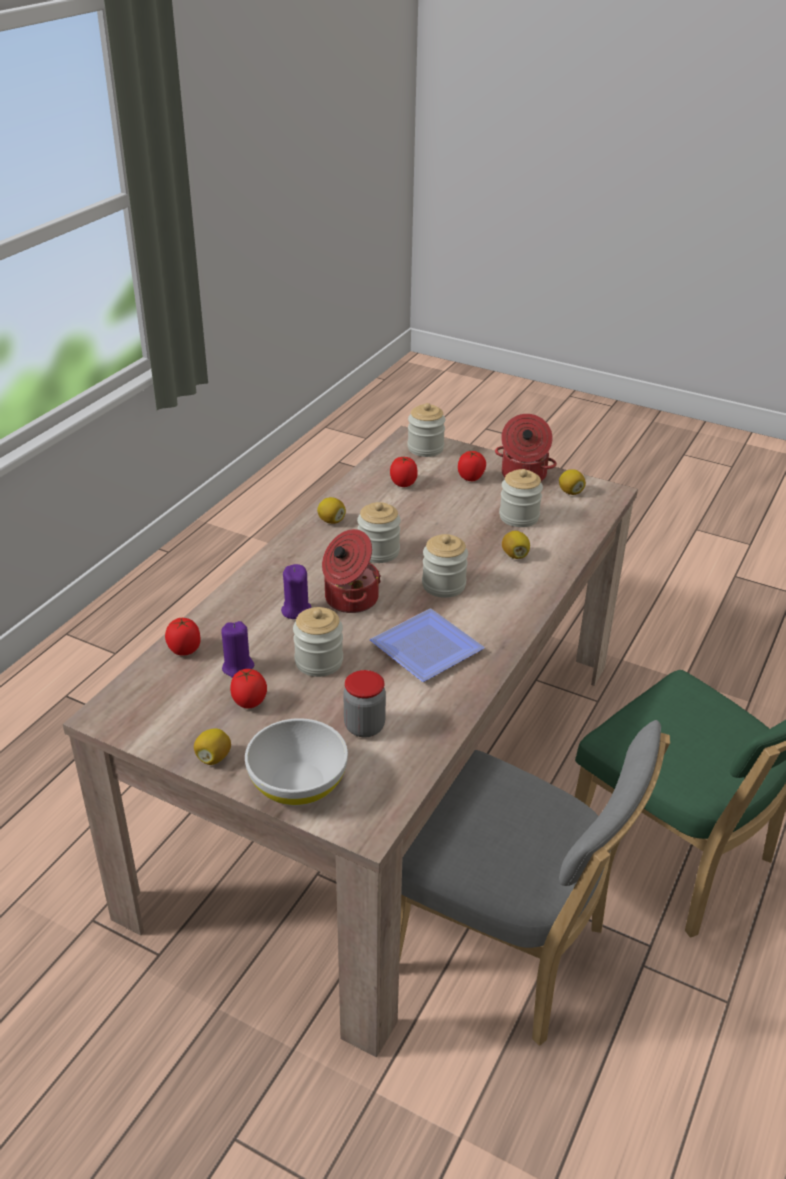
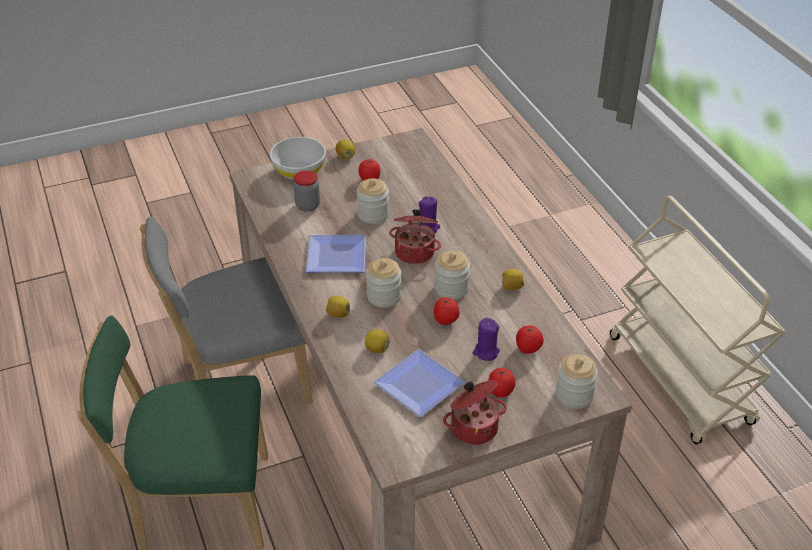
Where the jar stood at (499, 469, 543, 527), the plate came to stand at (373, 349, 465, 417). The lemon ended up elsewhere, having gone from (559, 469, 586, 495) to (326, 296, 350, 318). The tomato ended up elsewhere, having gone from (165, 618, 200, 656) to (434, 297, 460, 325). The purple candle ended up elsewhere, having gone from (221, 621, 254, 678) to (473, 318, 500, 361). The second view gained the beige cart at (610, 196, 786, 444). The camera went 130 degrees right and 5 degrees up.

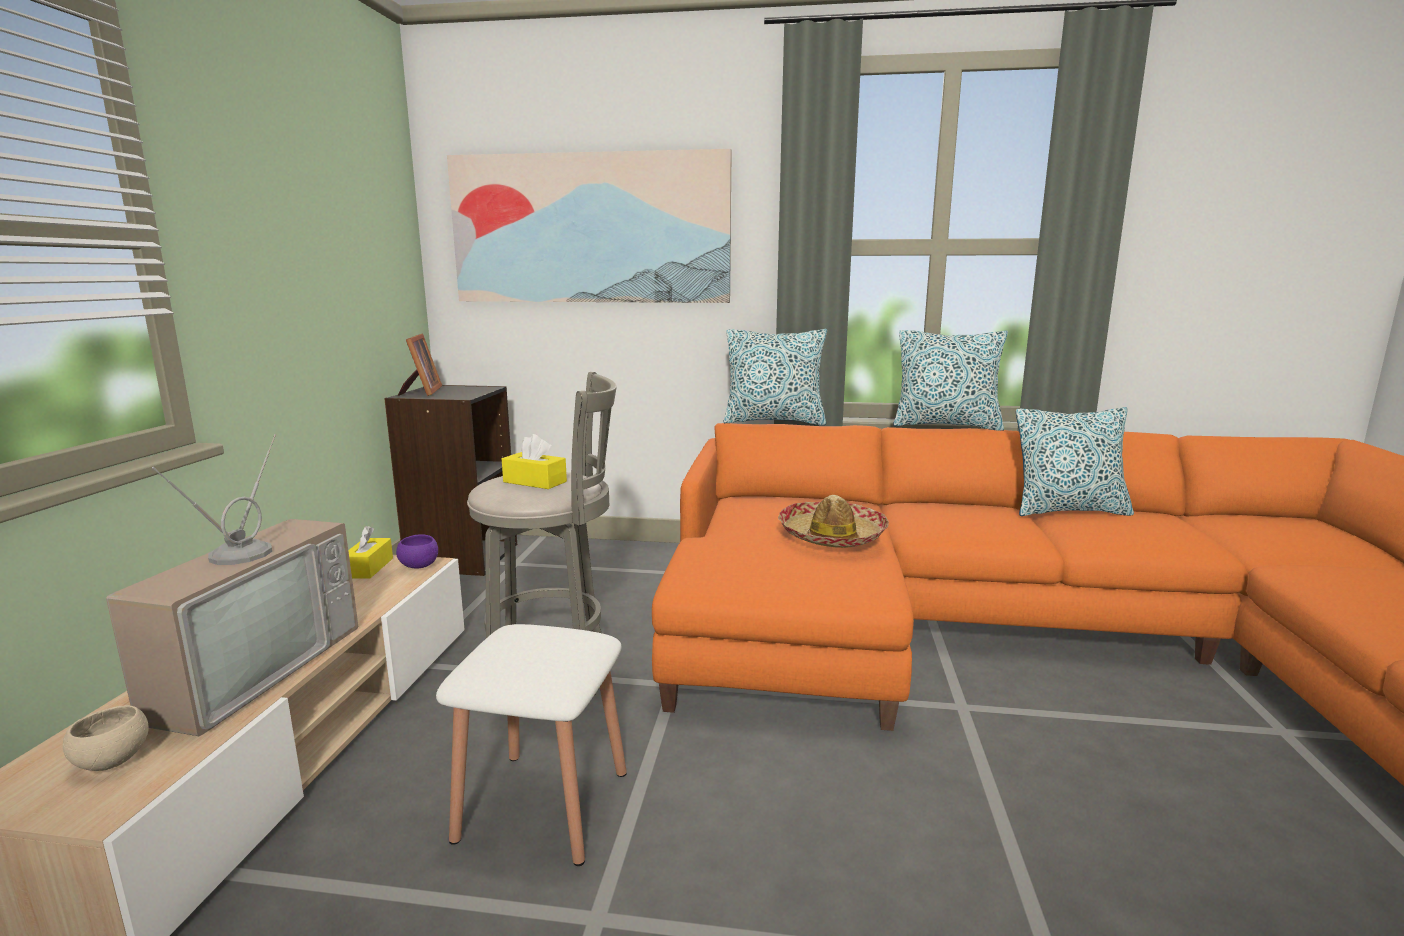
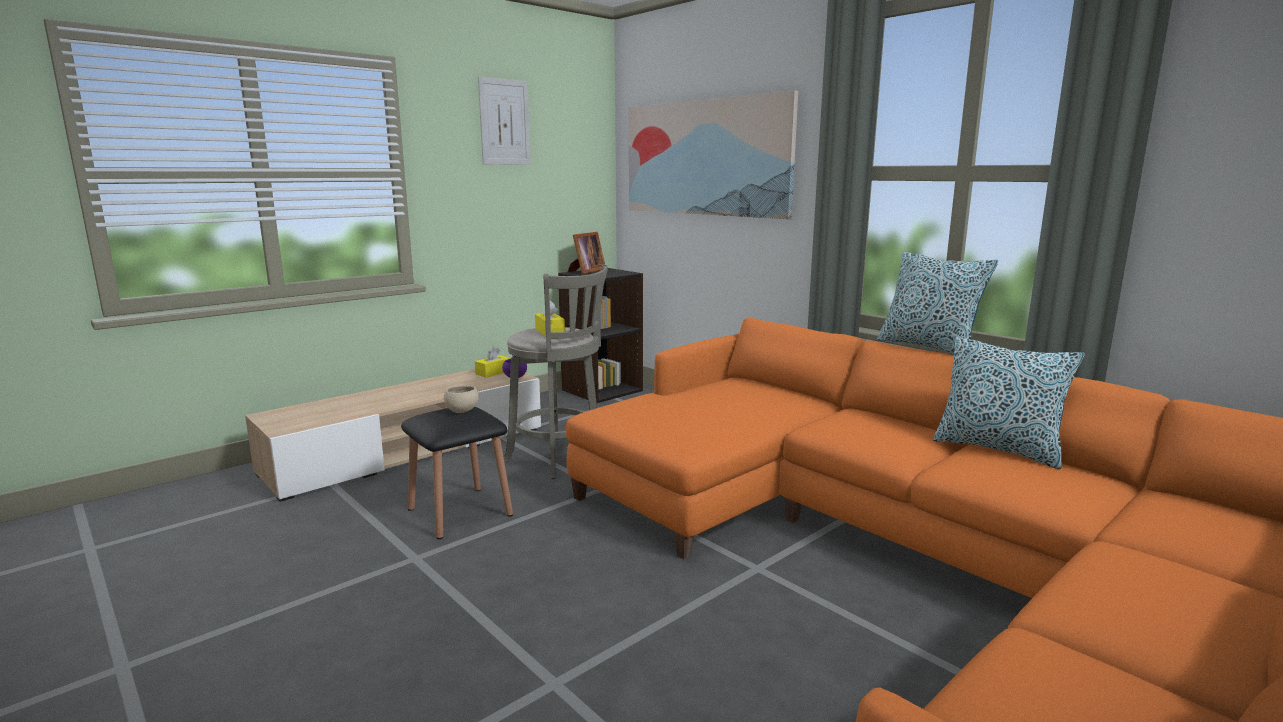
The second view lost the pillow at (724, 329, 827, 425). The second view lost the television at (106, 434, 358, 736). The second view lost the hat at (778, 495, 889, 548). What was the white stool at (436, 624, 627, 866) turned into the black stool at (401, 407, 513, 539). The beige bowl ended up elsewhere, having gone from (63, 705, 149, 771) to (444, 386, 479, 413). The second view gained the picture at (478, 76, 531, 165). The camera went 40 degrees right and 0 degrees up.

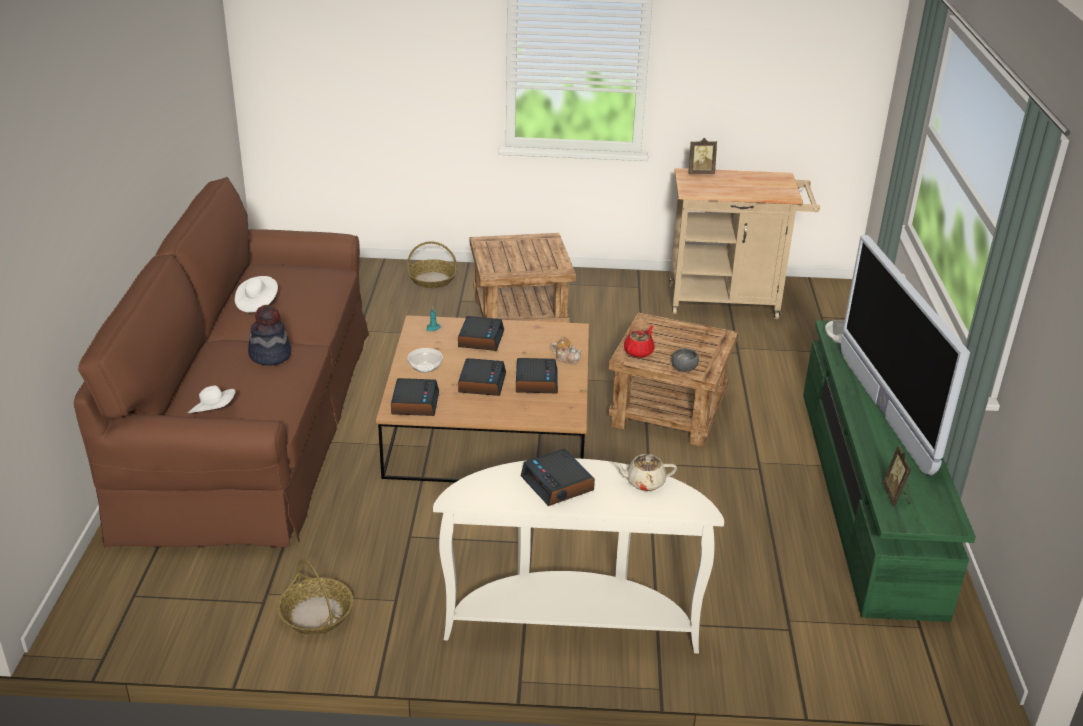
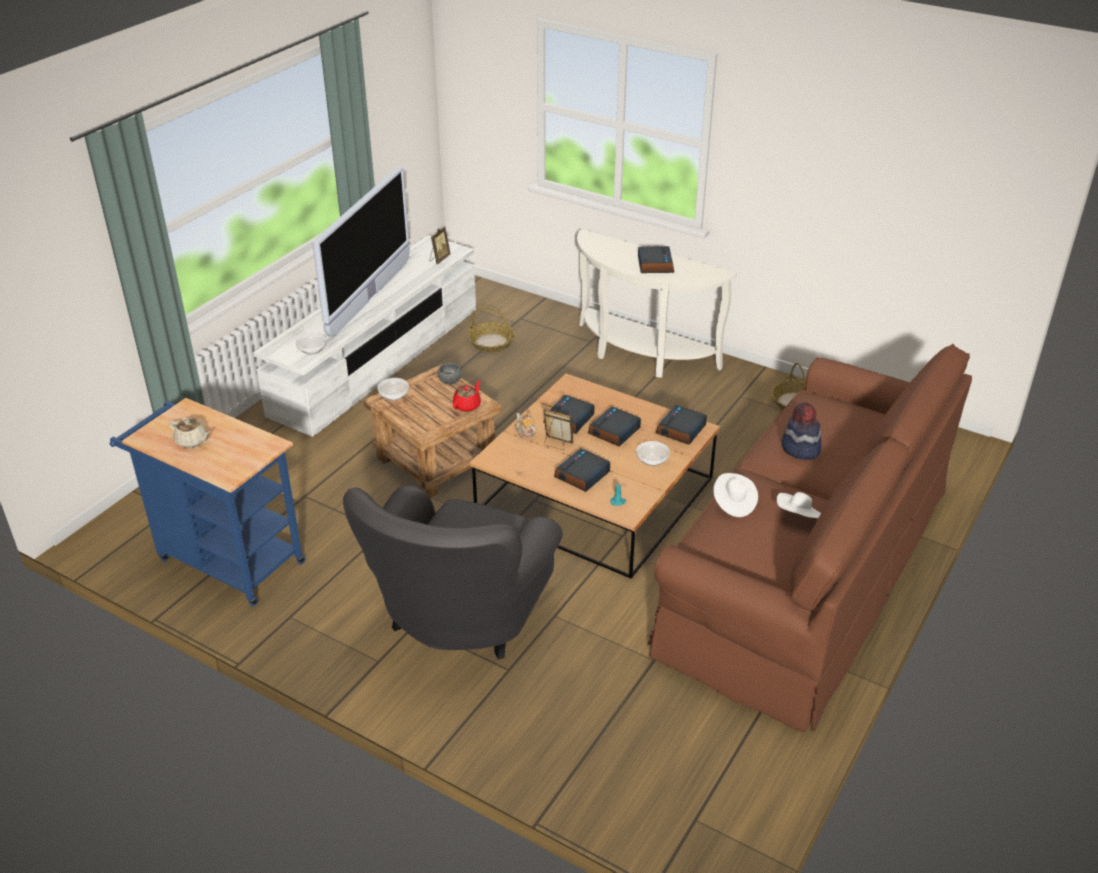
The picture frame ended up elsewhere, having gone from (689, 138, 717, 174) to (544, 409, 573, 450). What was the beige cart at (669, 168, 820, 319) turned into the blue cart at (110, 398, 305, 607). Where the brown side table stood at (470, 233, 576, 323), the grey armchair came to stand at (343, 486, 563, 660). The basket ended up elsewhere, having gone from (407, 241, 457, 288) to (468, 307, 515, 352). What was the green tv stand at (803, 320, 976, 622) turned into the white tv stand at (253, 235, 476, 437). The red teapot at (624, 325, 655, 358) ended up facing another way, 150 degrees clockwise from before. The white hat ended up elsewhere, having gone from (188, 386, 236, 413) to (713, 473, 758, 517). The beige teapot ended up elsewhere, having gone from (613, 454, 677, 491) to (169, 418, 210, 448). The second view gained the bowl at (377, 378, 409, 401). The camera went 150 degrees left and 5 degrees up.

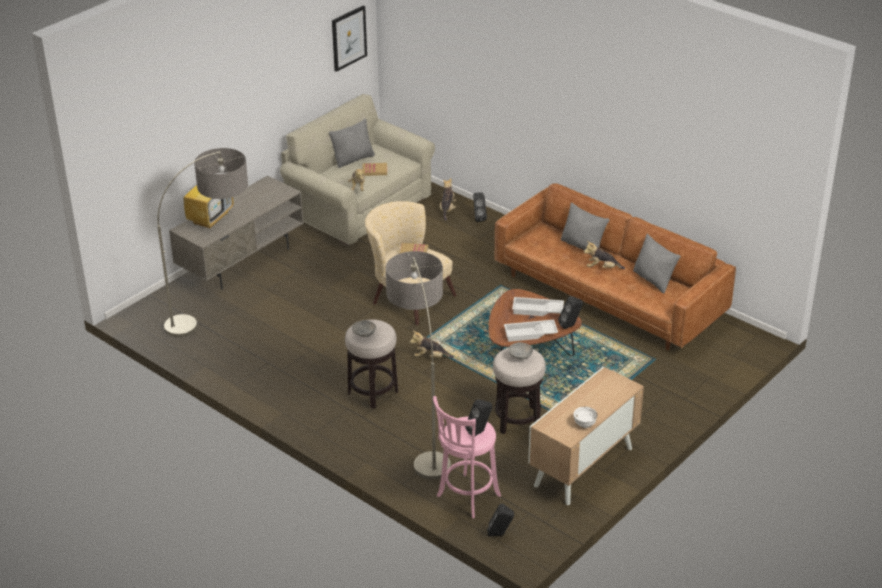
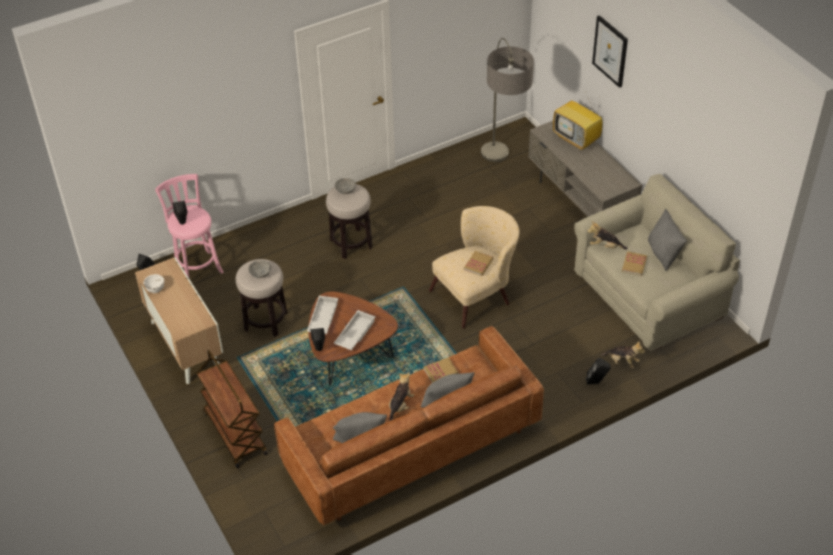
The picture ended up elsewhere, having gone from (332, 5, 367, 72) to (592, 15, 628, 88). The second view lost the floor lamp at (386, 251, 451, 480). The second view lost the plush toy at (410, 331, 454, 358). The second view gained the brown cart at (196, 350, 267, 468). The second view gained the book at (423, 357, 458, 383). The camera went 110 degrees right and 10 degrees up.

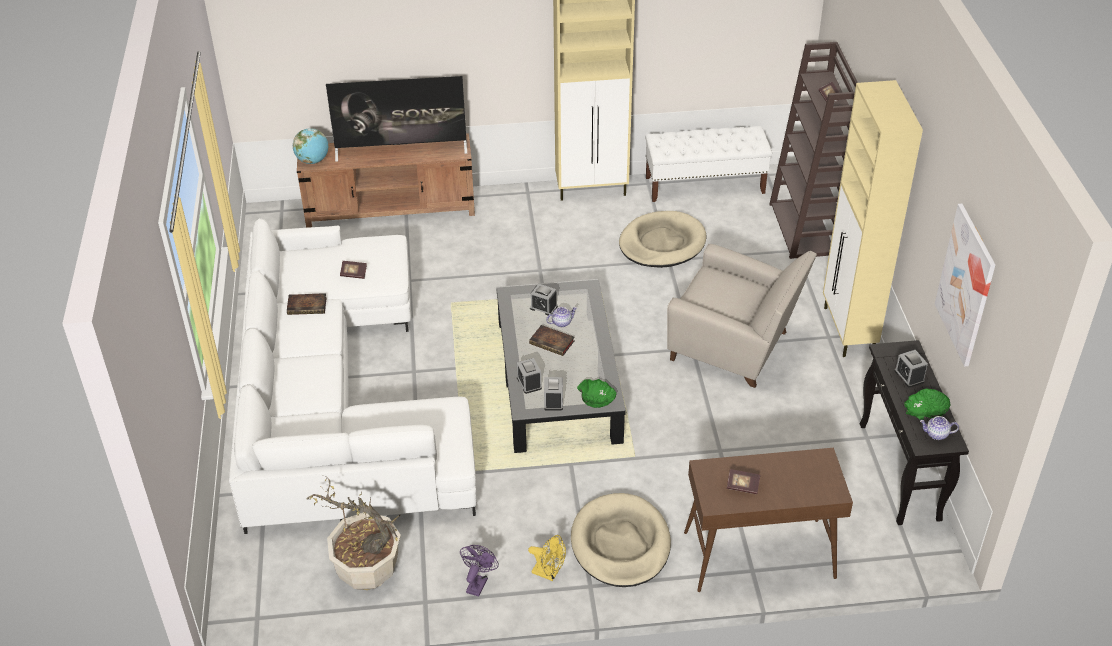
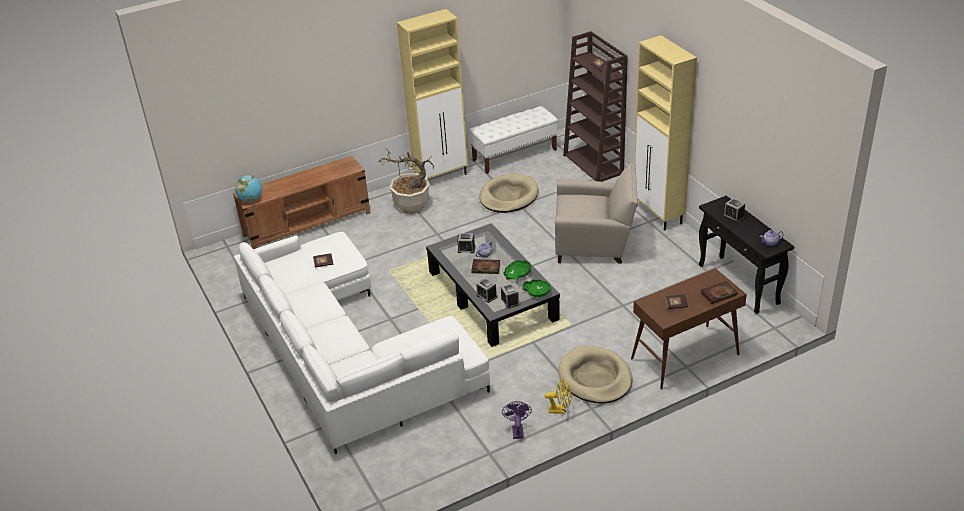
The second view lost the television at (326, 76, 467, 162). The second view lost the picture at (935, 204, 995, 367). The book ended up elsewhere, having gone from (287, 293, 327, 315) to (700, 281, 738, 304). The green bowl ended up elsewhere, having gone from (904, 389, 951, 420) to (503, 260, 531, 280). The potted plant ended up elsewhere, having gone from (307, 475, 401, 590) to (379, 149, 434, 214). The camera went 20 degrees left and 5 degrees down.

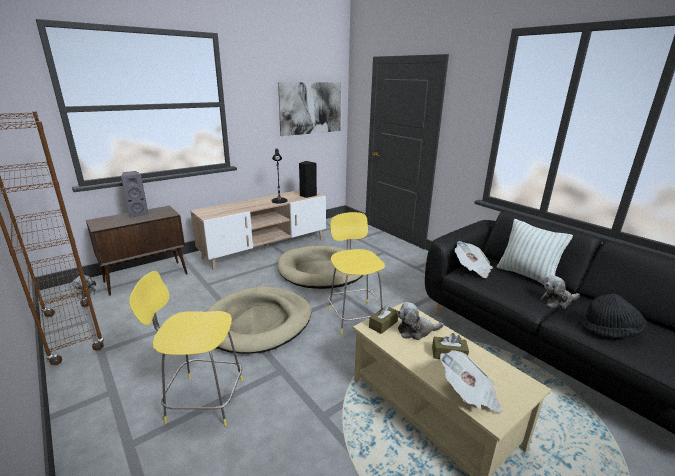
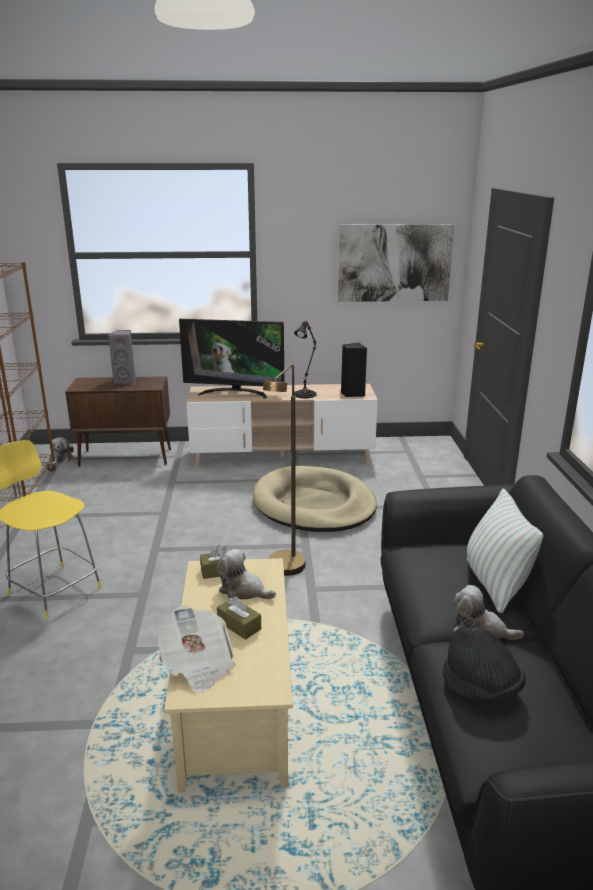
Where the yellow stool stood at (328, 212, 385, 335), the brown floor lamp came to stand at (263, 364, 306, 576). The second view lost the newspaper at (454, 241, 493, 278). The second view lost the beige dog bed at (205, 286, 311, 354). The second view gained the television at (179, 319, 284, 399). The camera went 35 degrees right and 0 degrees up.

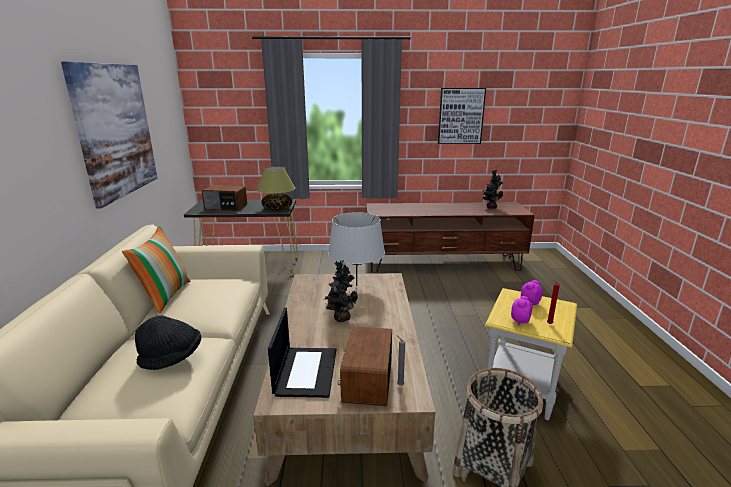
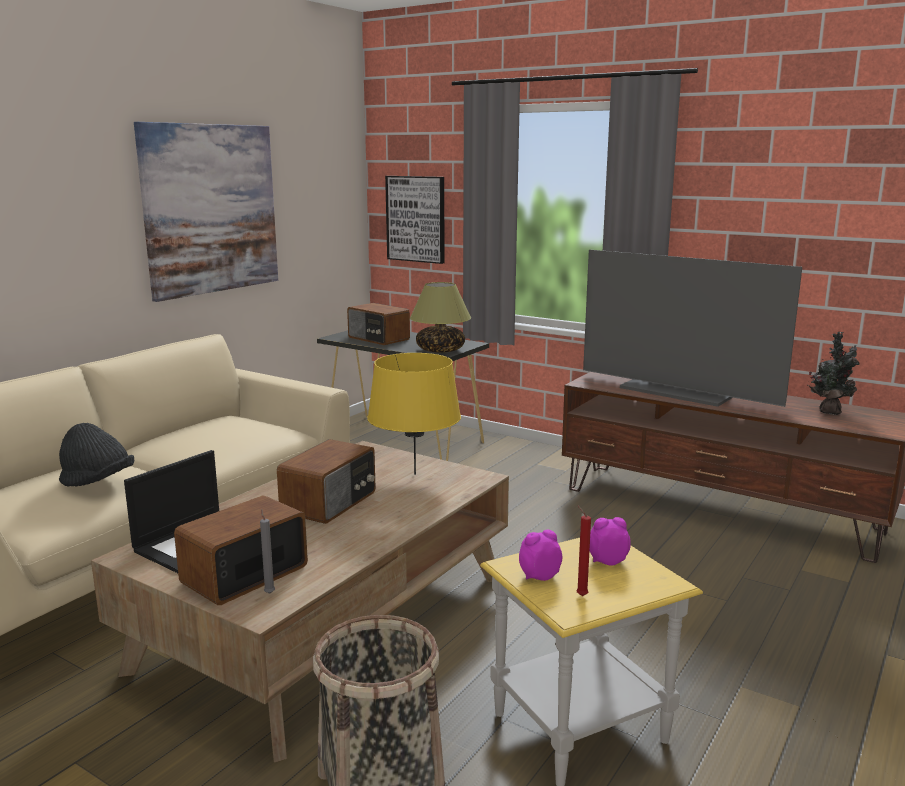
The picture ended up elsewhere, having gone from (438, 88, 486, 144) to (385, 176, 444, 264). What was the grey table lamp at (328, 212, 385, 286) turned into the yellow table lamp at (367, 353, 461, 475). The second view lost the pillow at (122, 226, 190, 313). Where the potted plant stood at (325, 260, 358, 322), the radio came to stand at (277, 439, 376, 524). The second view gained the television at (583, 250, 802, 407). The camera went 35 degrees right and 5 degrees down.

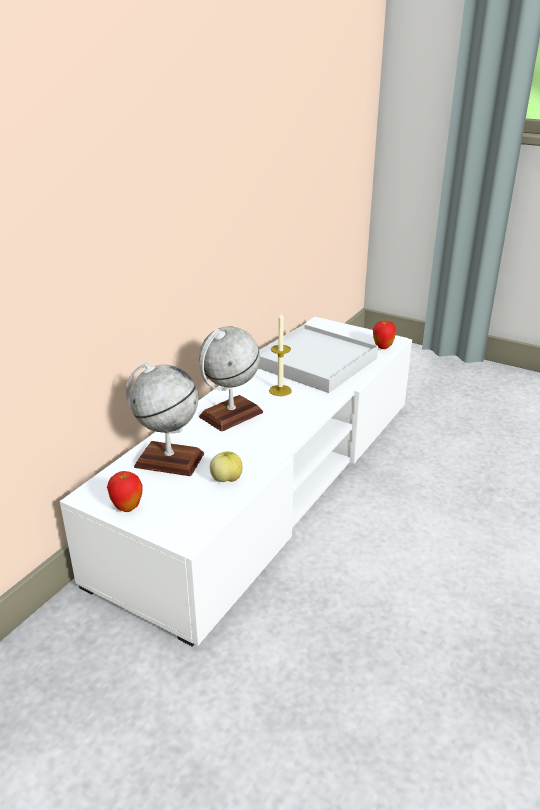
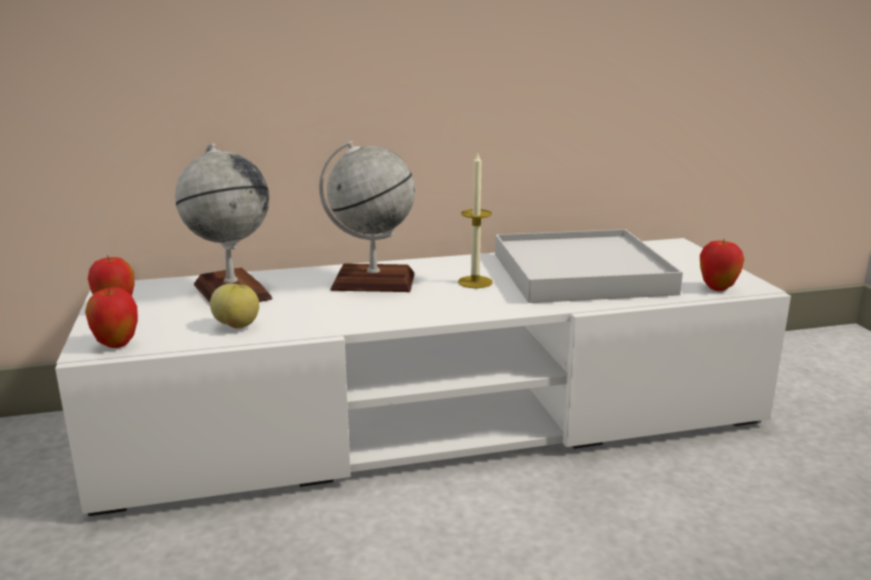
The second view gained the apple at (85, 286, 138, 348). The camera went 45 degrees right and 10 degrees down.

